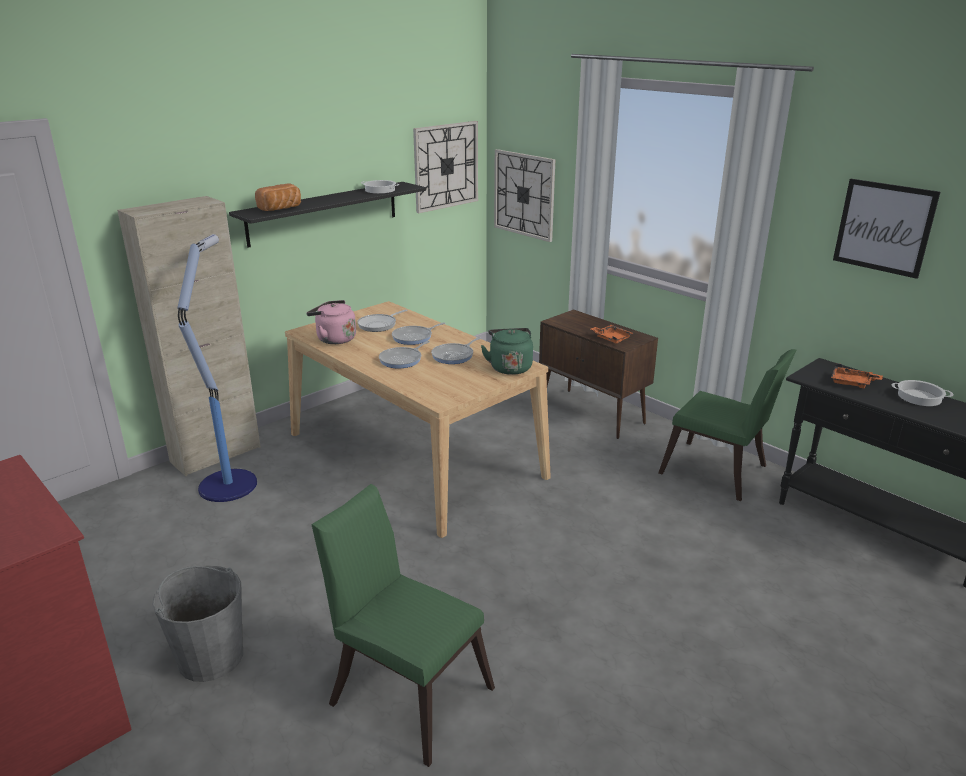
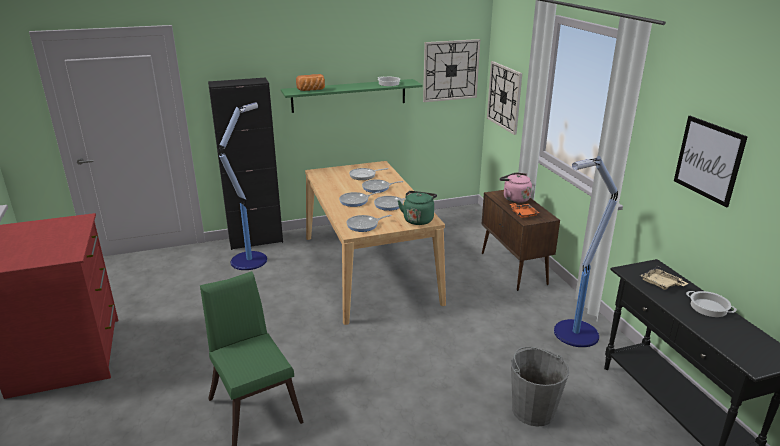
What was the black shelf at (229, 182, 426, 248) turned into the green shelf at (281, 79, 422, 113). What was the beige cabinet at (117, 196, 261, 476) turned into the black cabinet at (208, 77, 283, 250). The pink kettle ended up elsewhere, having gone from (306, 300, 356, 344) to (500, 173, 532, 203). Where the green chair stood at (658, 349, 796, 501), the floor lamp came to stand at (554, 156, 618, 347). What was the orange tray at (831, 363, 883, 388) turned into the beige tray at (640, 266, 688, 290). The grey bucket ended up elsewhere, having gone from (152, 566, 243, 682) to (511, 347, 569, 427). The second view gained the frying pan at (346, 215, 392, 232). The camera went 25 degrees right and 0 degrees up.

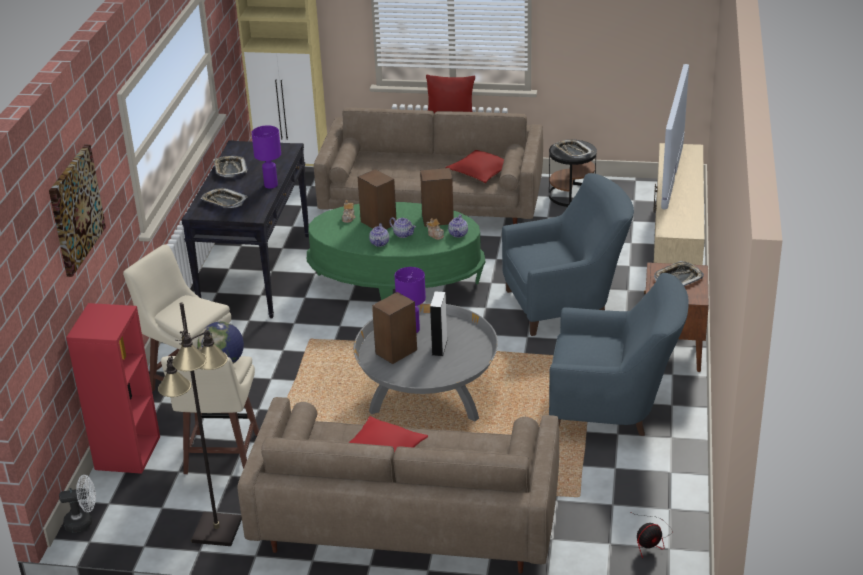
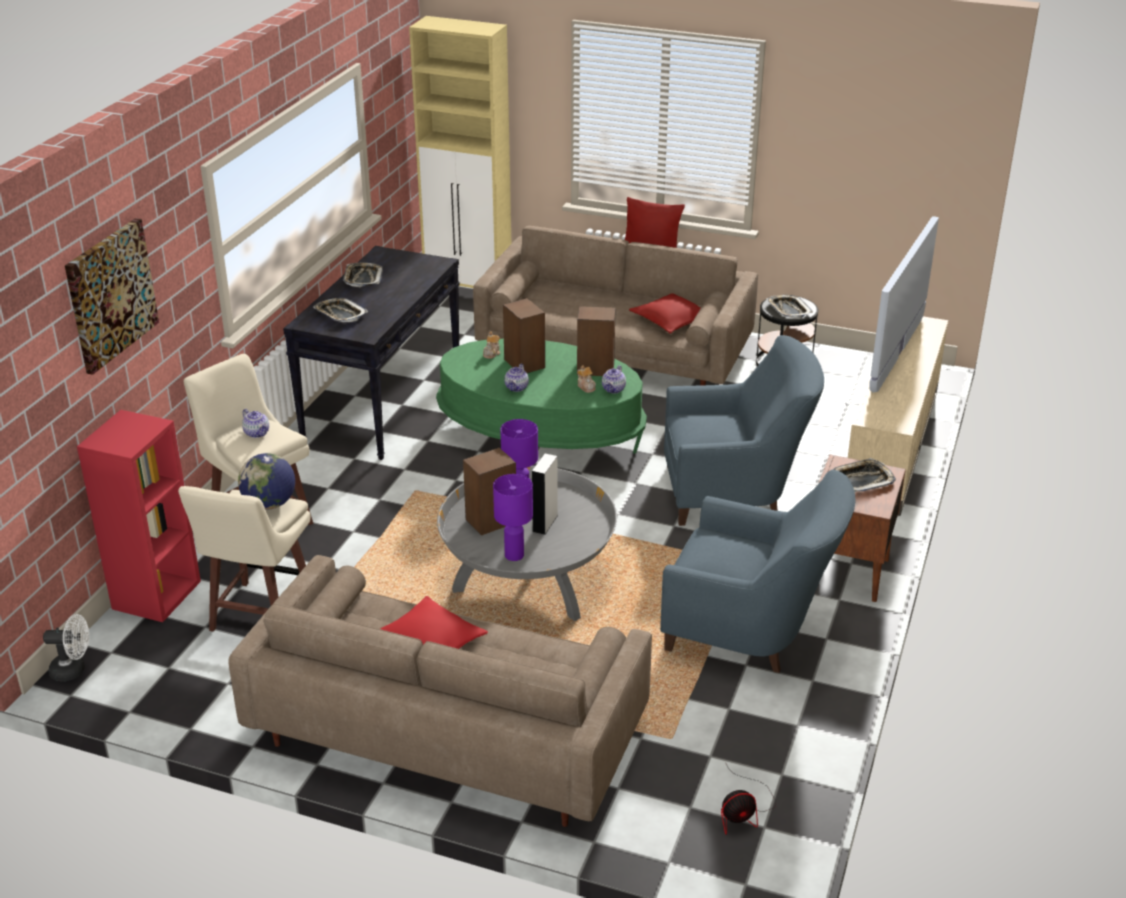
The purple table lamp ended up elsewhere, having gone from (251, 125, 281, 189) to (493, 474, 533, 561). The teapot ended up elsewhere, having gone from (389, 217, 416, 238) to (242, 409, 269, 438). The second view lost the black floor lamp at (158, 303, 242, 546). The camera went 10 degrees right and 0 degrees up.

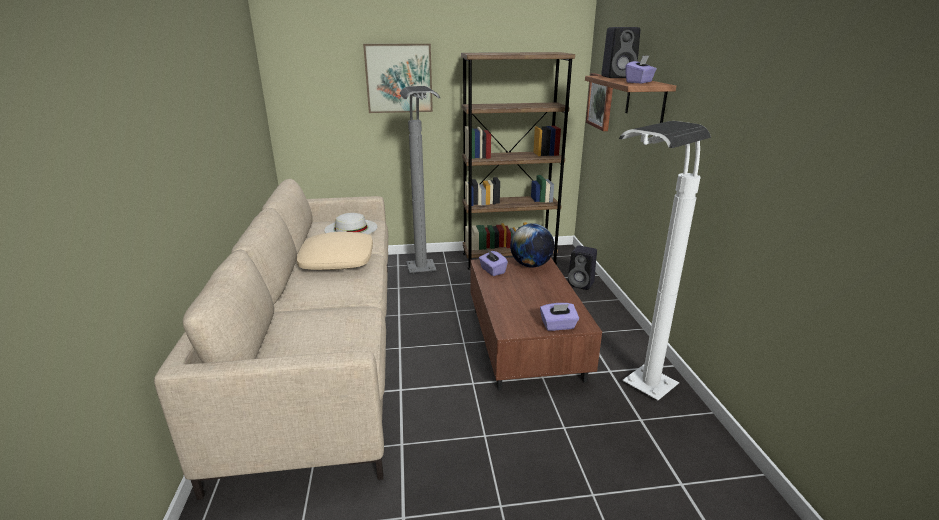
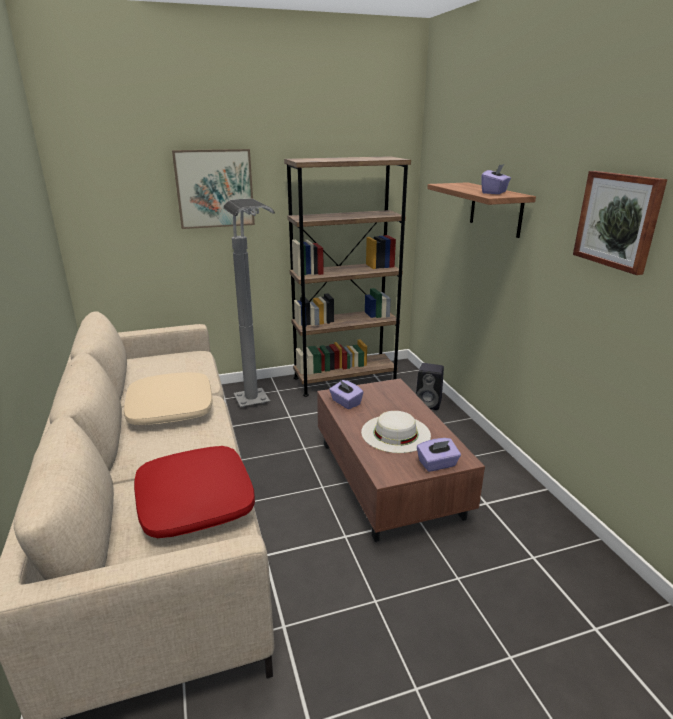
The second view lost the black speaker at (601, 27, 640, 78). The picture ended up elsewhere, having gone from (586, 73, 613, 131) to (573, 171, 667, 275). The second view lost the white floor lamp at (619, 121, 711, 400). The white hat ended up elsewhere, having gone from (324, 213, 377, 234) to (361, 411, 431, 453). The second view lost the globe at (510, 223, 554, 267). The second view gained the red pillow at (134, 446, 255, 538). The camera went 10 degrees left and 0 degrees up.

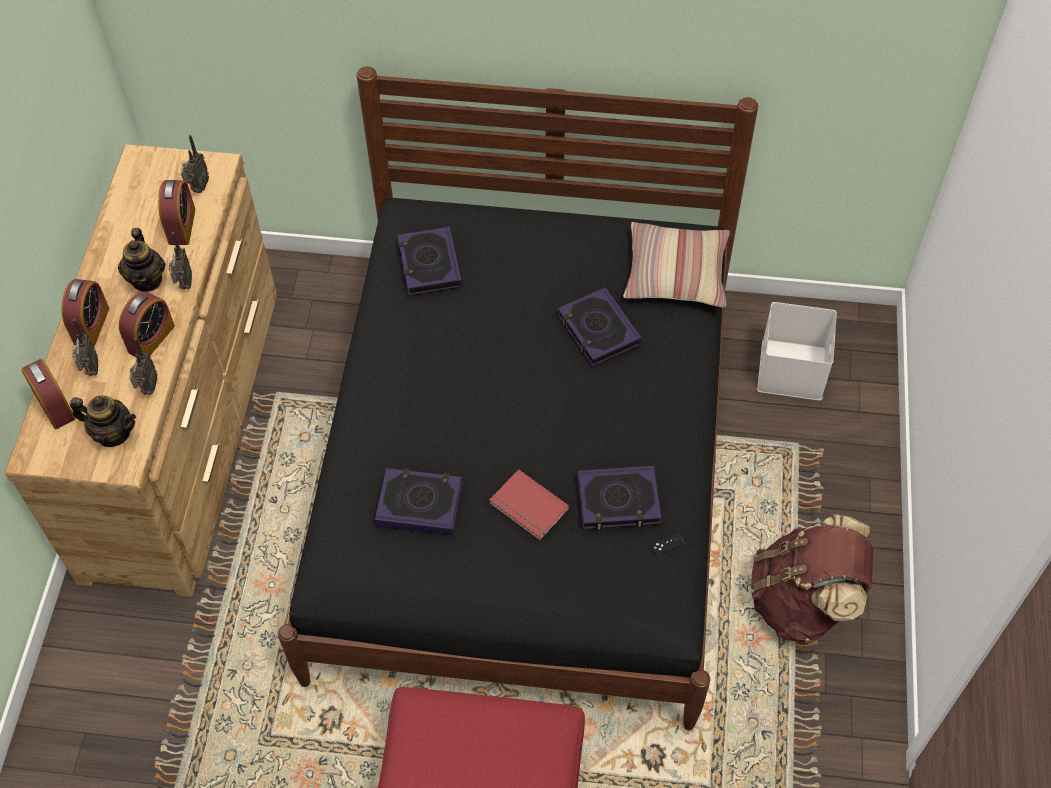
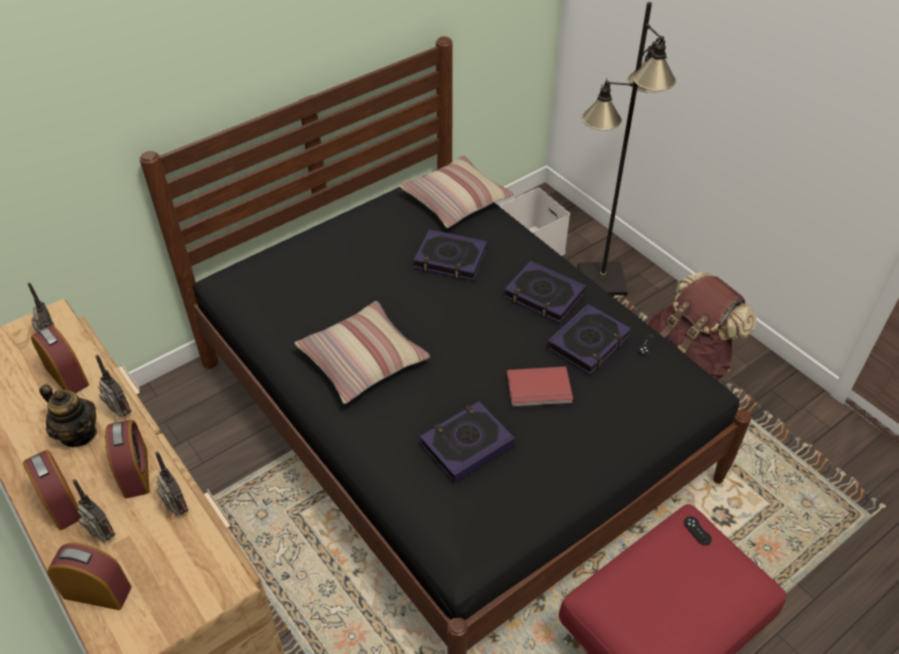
The book ended up elsewhere, having gone from (397, 227, 462, 296) to (504, 261, 586, 323). The second view lost the teapot at (70, 395, 136, 447). The second view gained the black floor lamp at (577, 2, 676, 296). The second view gained the pillow at (294, 301, 430, 404). The second view gained the black game controller at (684, 516, 712, 545). The camera went 45 degrees left and 10 degrees down.

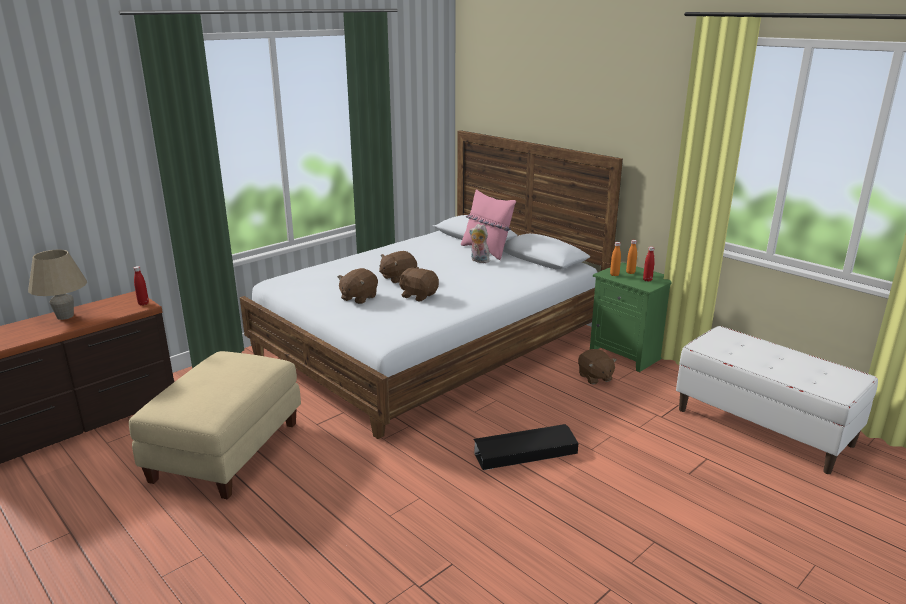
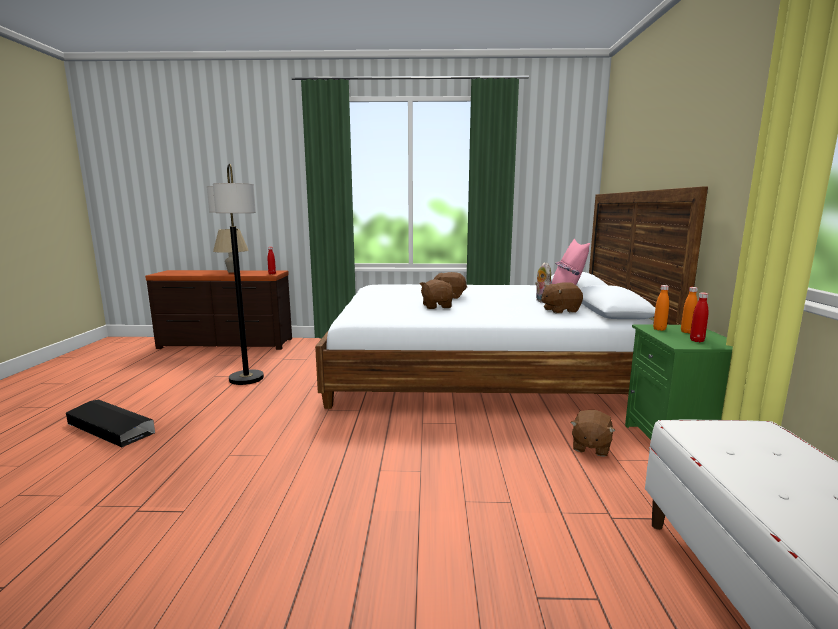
The brown plush toy ended up elsewhere, having gone from (338, 268, 378, 304) to (541, 282, 583, 313). Where the beige ottoman stood at (129, 351, 301, 499), the floor lamp came to stand at (207, 164, 264, 385). The black storage box ended up elsewhere, having gone from (473, 424, 578, 470) to (66, 400, 155, 447). The camera went 45 degrees right and 10 degrees down.

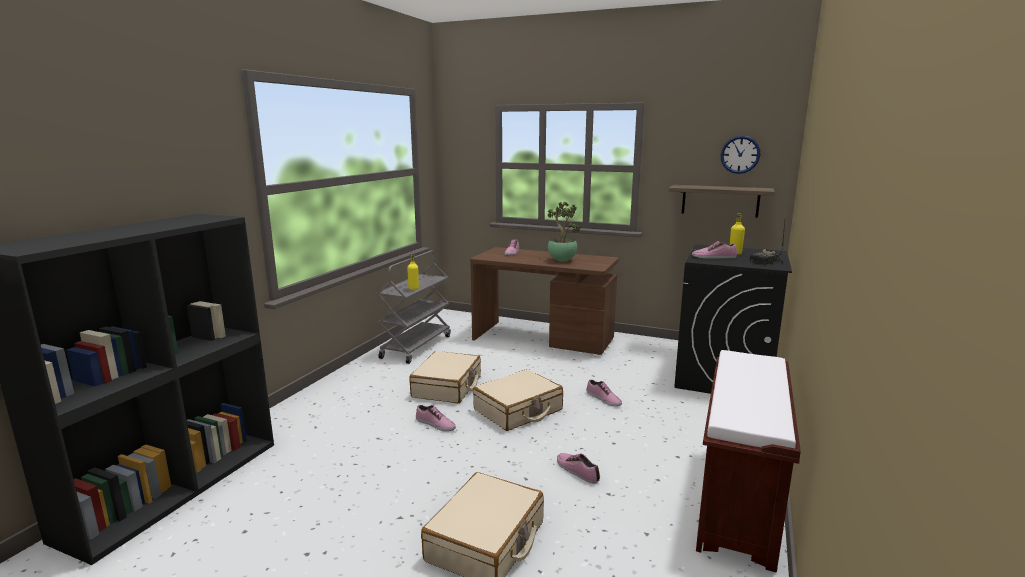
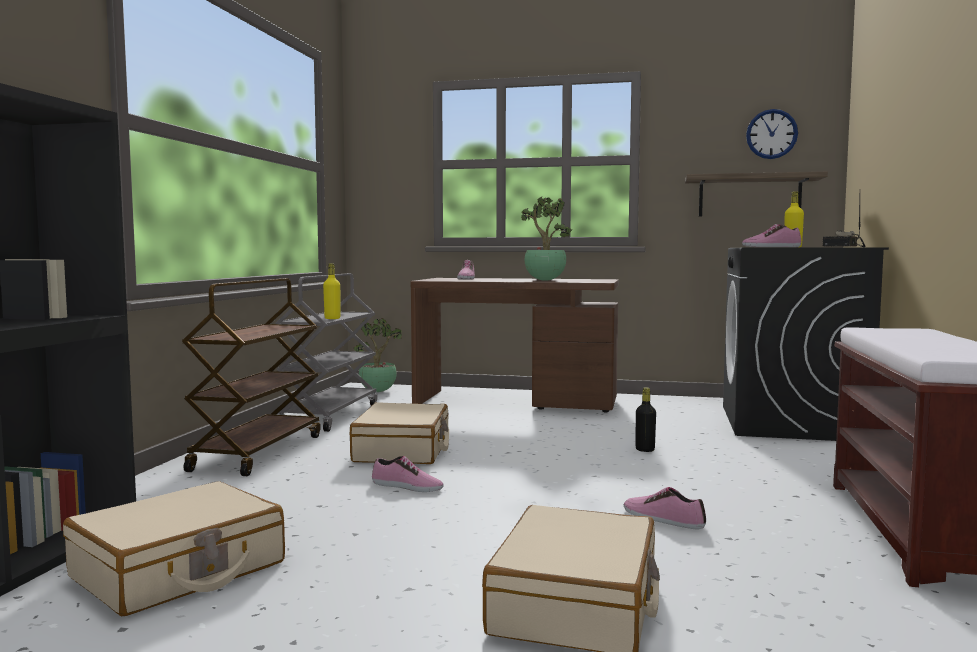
The beige suitcase ended up elsewhere, having gone from (473, 369, 563, 431) to (63, 481, 285, 616). Where the shoe stood at (586, 380, 622, 406), the black bottle came to stand at (636, 387, 656, 452). The second view gained the brown cart at (182, 278, 321, 476). The second view gained the potted plant at (354, 318, 402, 392). The camera went 10 degrees left and 10 degrees down.

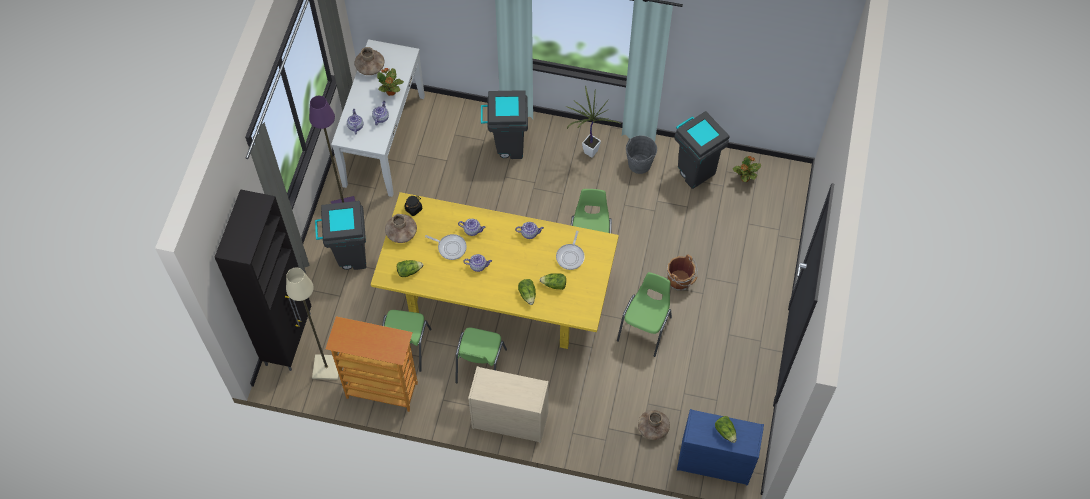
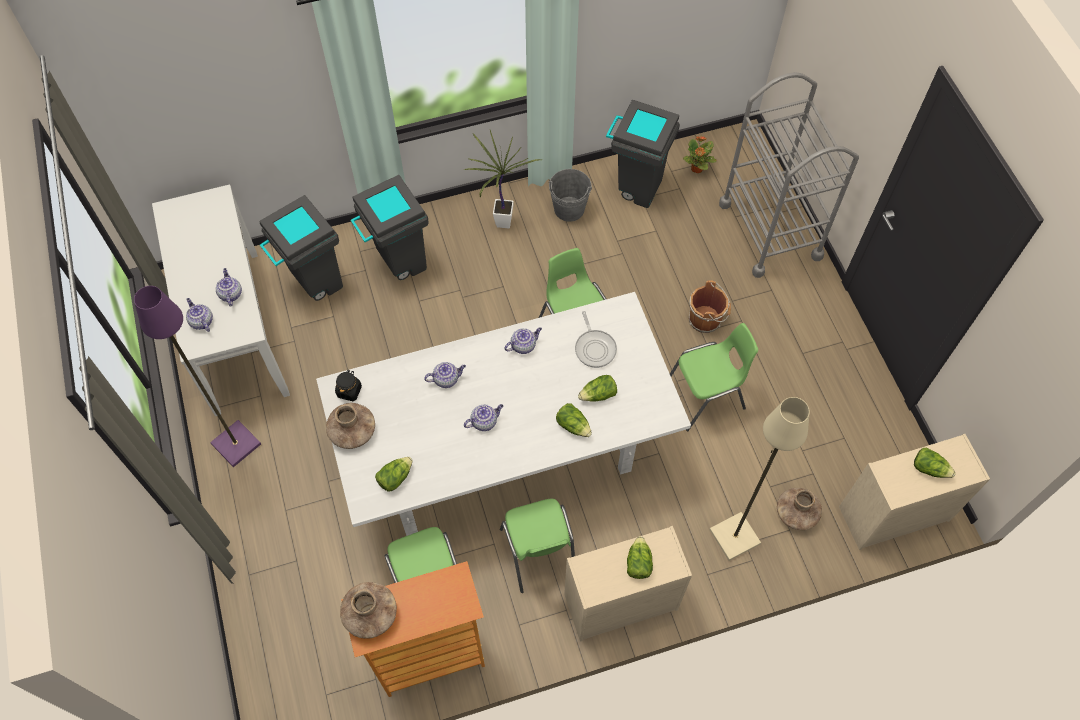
The brown vase ended up elsewhere, having gone from (355, 47, 384, 75) to (340, 582, 397, 638). The second view lost the potted plant at (377, 68, 404, 96). The second view lost the black cabinet at (215, 189, 311, 371). What was the yellow dining table at (371, 192, 619, 349) turned into the white dining table at (316, 292, 691, 536). The grey trash can ended up elsewhere, having gone from (315, 201, 366, 270) to (259, 195, 343, 301). The second view lost the frying pan at (425, 234, 467, 260). The beige floor lamp ended up elsewhere, having gone from (286, 267, 339, 380) to (709, 397, 810, 561). The green chair at (617, 272, 672, 357) ended up facing another way, 75 degrees clockwise from before. What was the blue dresser at (677, 409, 764, 486) turned into the beige dresser at (839, 434, 990, 550). The second view gained the grey cart at (719, 72, 859, 278). The second view gained the lettuce at (627, 536, 653, 579). The camera went 30 degrees left and 0 degrees up.

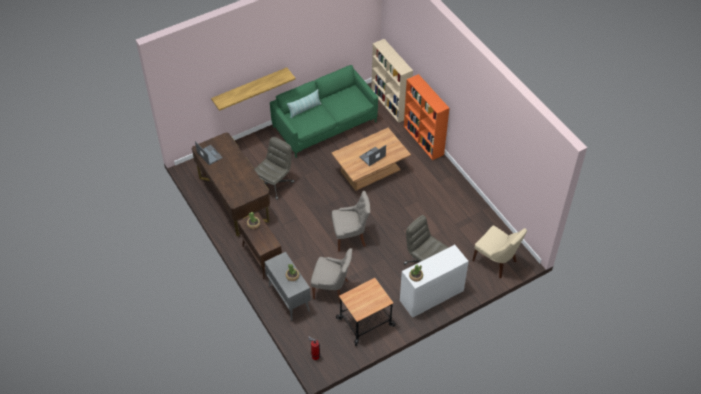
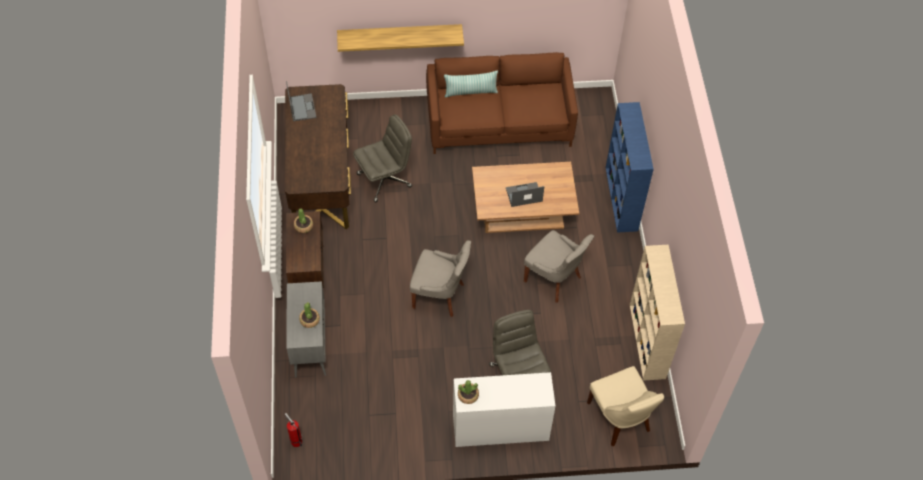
The beige bookcase ended up elsewhere, having gone from (372, 39, 413, 123) to (630, 245, 685, 381). What was the green sofa at (270, 65, 378, 158) turned into the brown sofa at (426, 52, 578, 154). What was the orange bookcase at (404, 74, 449, 160) turned into the blue bookcase at (605, 102, 654, 233). The grey chair ended up elsewhere, having gone from (311, 248, 352, 302) to (524, 230, 594, 303). The second view lost the cart at (336, 278, 396, 346). The camera went 25 degrees right and 5 degrees up.

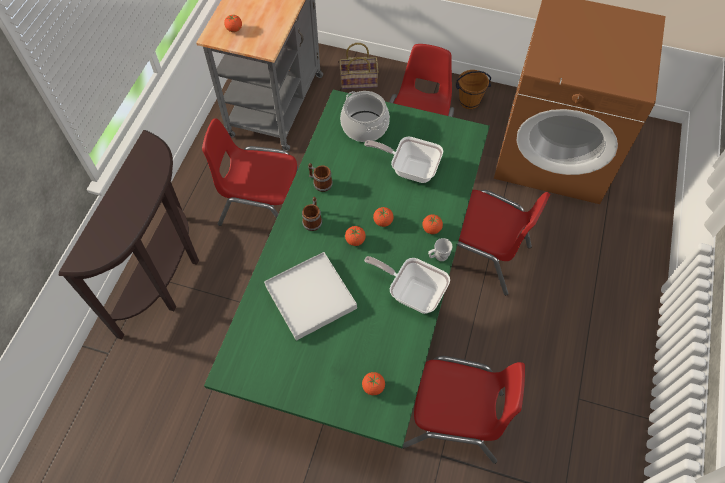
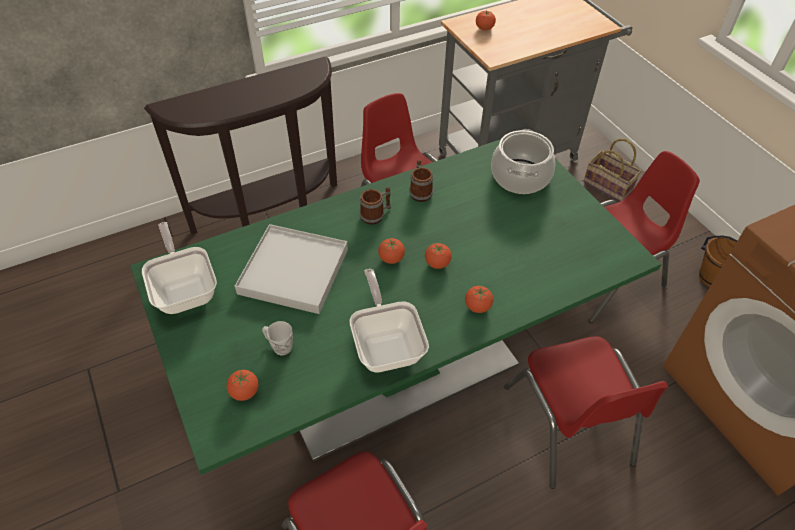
The frying pan ended up elsewhere, having gone from (364, 136, 443, 183) to (142, 222, 217, 314). The white mug ended up elsewhere, having gone from (428, 238, 452, 261) to (262, 321, 293, 355). The camera went 45 degrees right and 10 degrees down.

